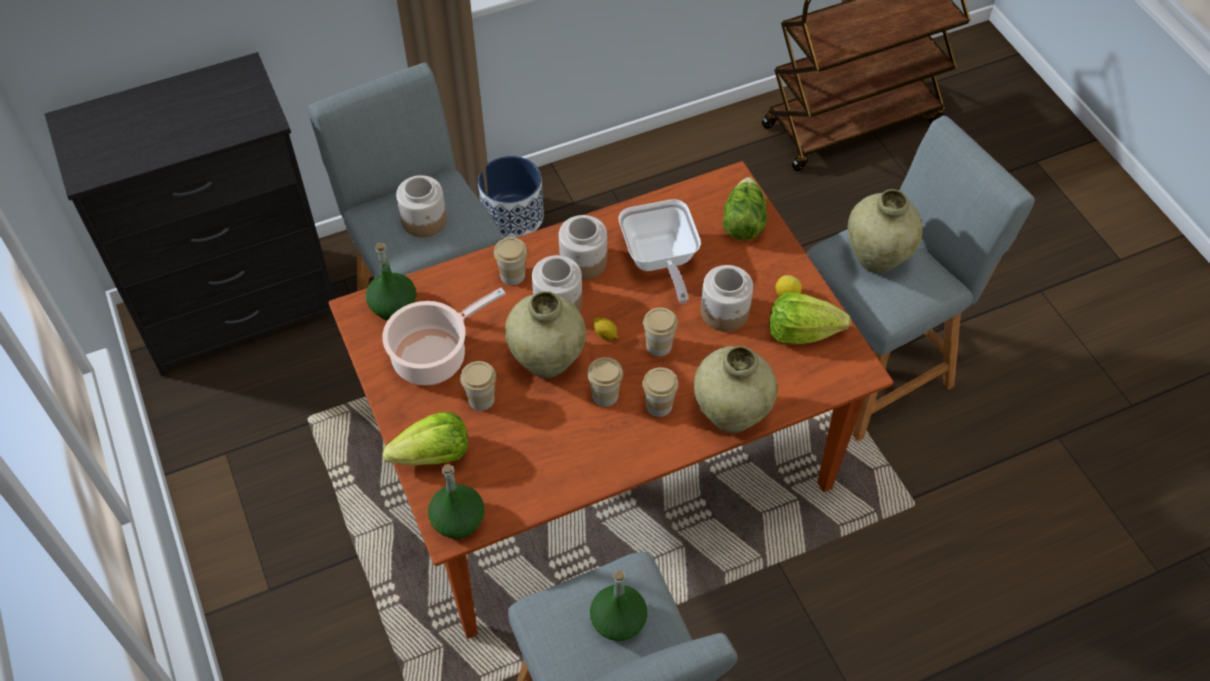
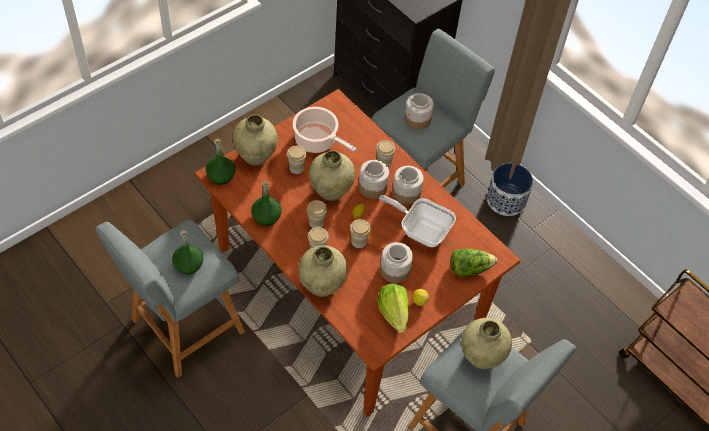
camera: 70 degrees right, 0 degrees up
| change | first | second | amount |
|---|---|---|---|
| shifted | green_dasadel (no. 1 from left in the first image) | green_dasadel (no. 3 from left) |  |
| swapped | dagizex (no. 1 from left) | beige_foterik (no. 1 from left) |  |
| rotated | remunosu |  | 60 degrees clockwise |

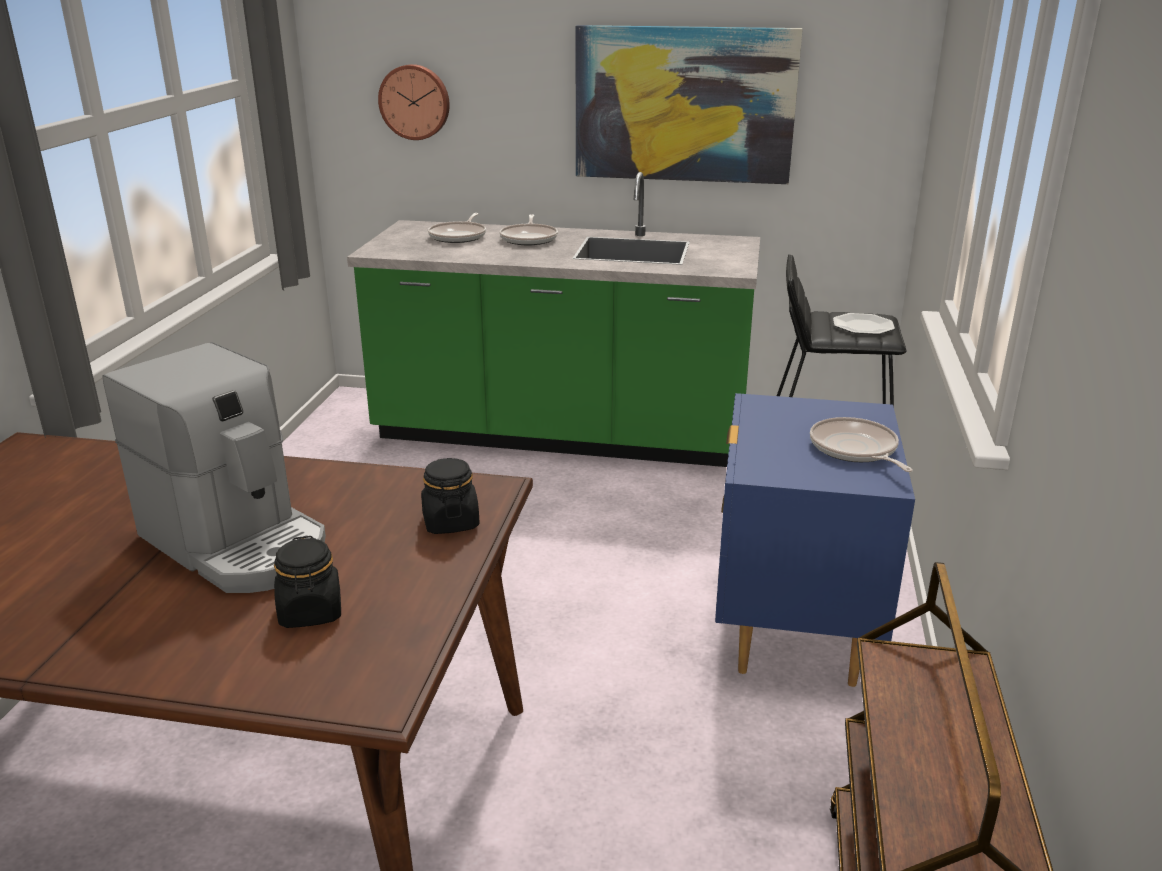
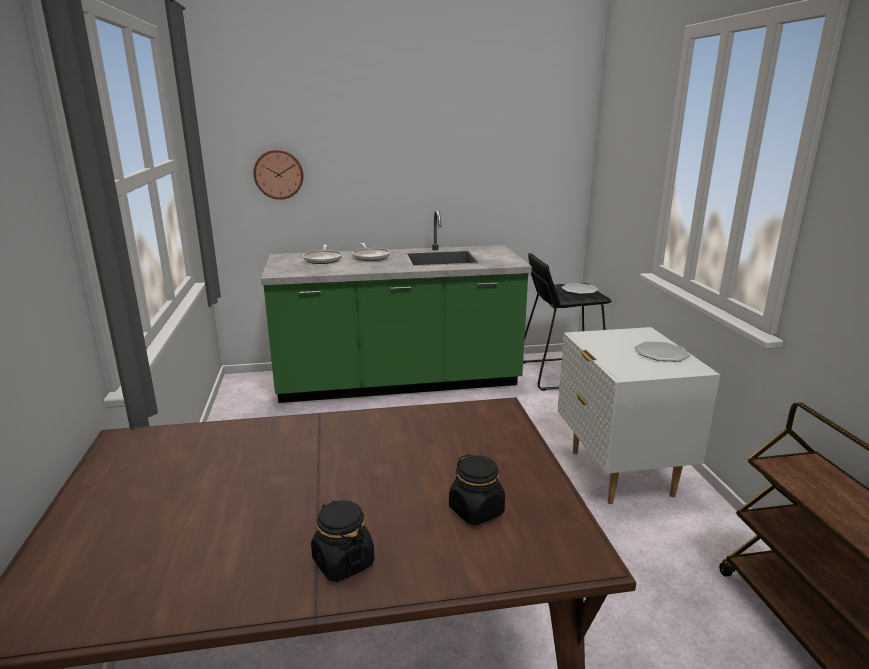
camera: 20 degrees left, 5 degrees down
| change | first | second | amount |
|---|---|---|---|
| gone | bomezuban |  |  |
| gone | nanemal |  |  |
| shifted | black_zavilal (no. 2 from left in the first image) | black_zavilal (no. 1 from left) |  |
| swapped | remunosu (no. 3 from left) | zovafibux (no. 2 from left) |  |
| repainted | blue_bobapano | white_bobapano |  |

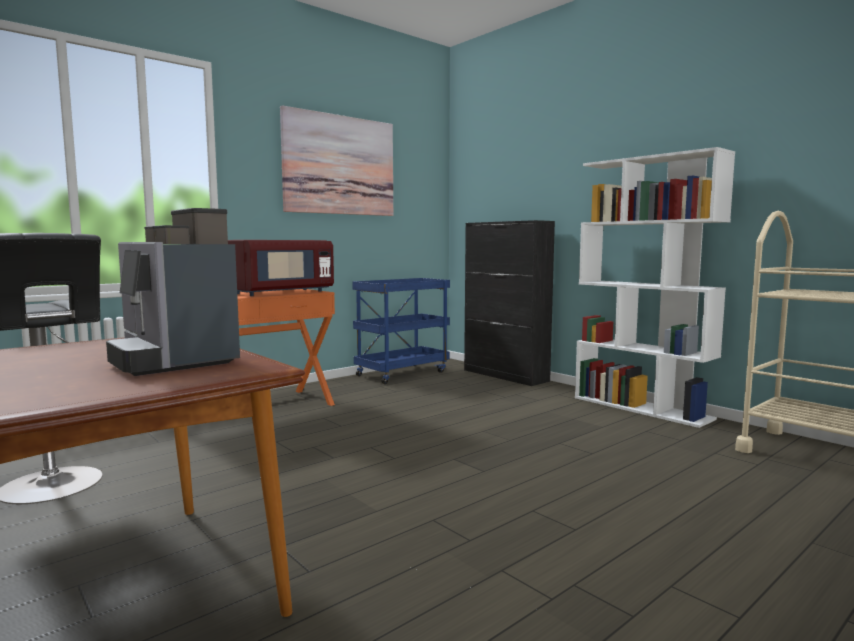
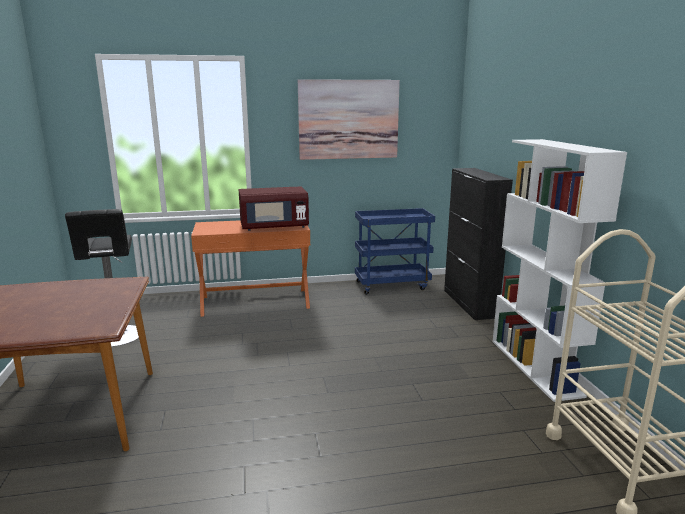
camera: 30 degrees right, 10 degrees up
| change | first | second | amount |
|---|---|---|---|
| gone | bomezuban |  |  |

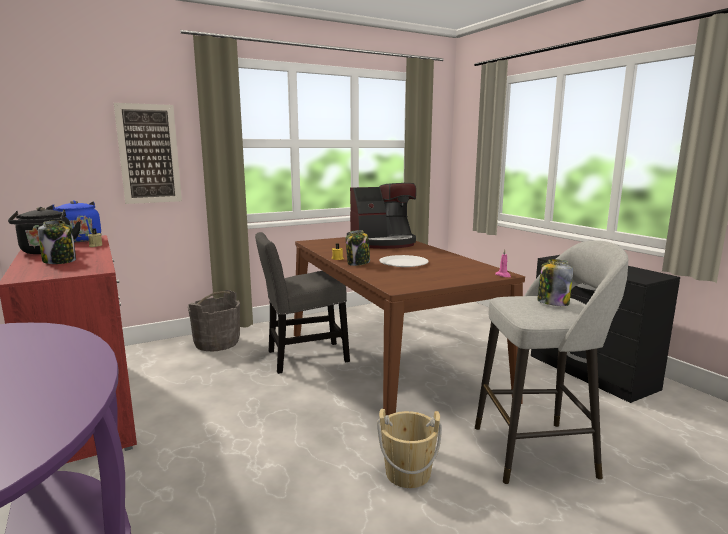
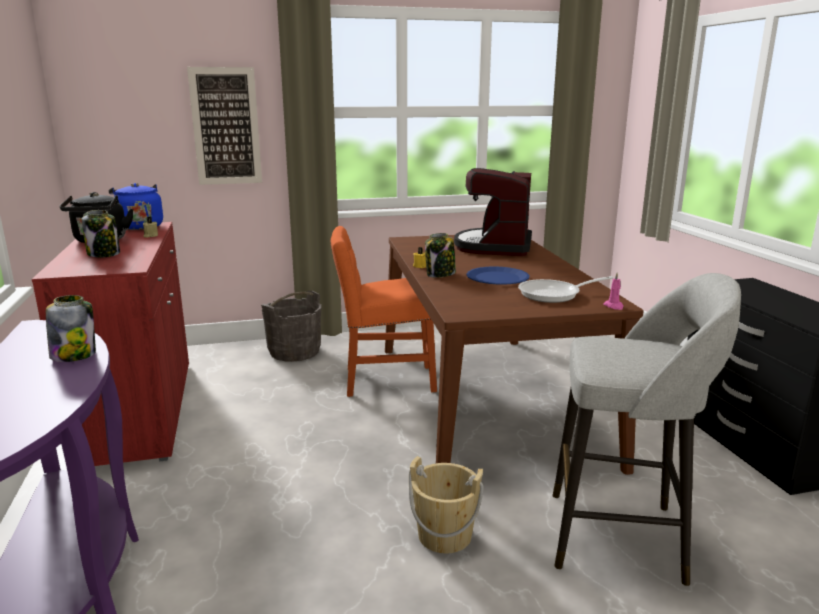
camera: 15 degrees right, 5 degrees up
| change | first | second | amount |
|---|---|---|---|
| new |  | remunosu |  |
| shifted | zavilal (no. 3 from left in the first image) | zavilal (no. 1 from left) |  |
| repainted | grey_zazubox | orange_zazubox |  |
| repainted | white_zovafibux | blue_zovafibux |  |
| rotated | bomezuban |  | 105 degrees clockwise |

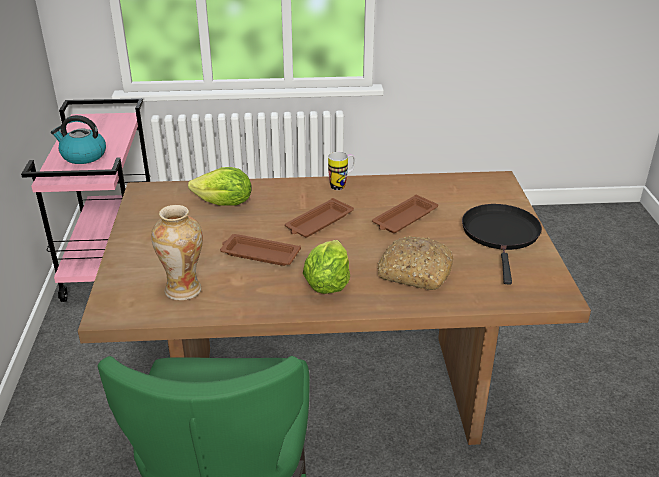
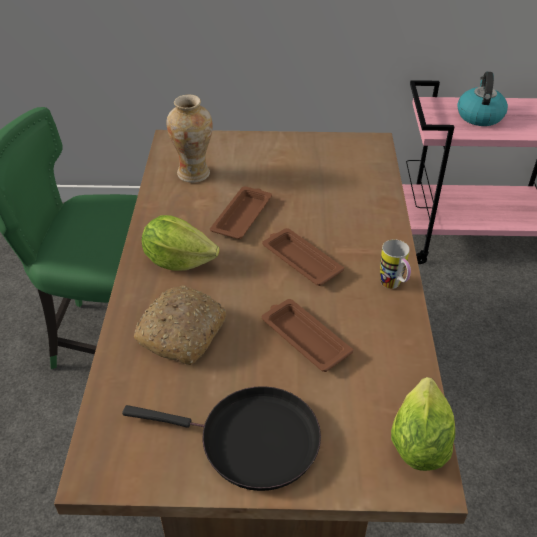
camera: 95 degrees right, 10 degrees up
| change | first | second | amount |
|---|---|---|---|
| shifted | dagizex (no. 1 from left in the first image) | dagizex (no. 2 from left) |  |

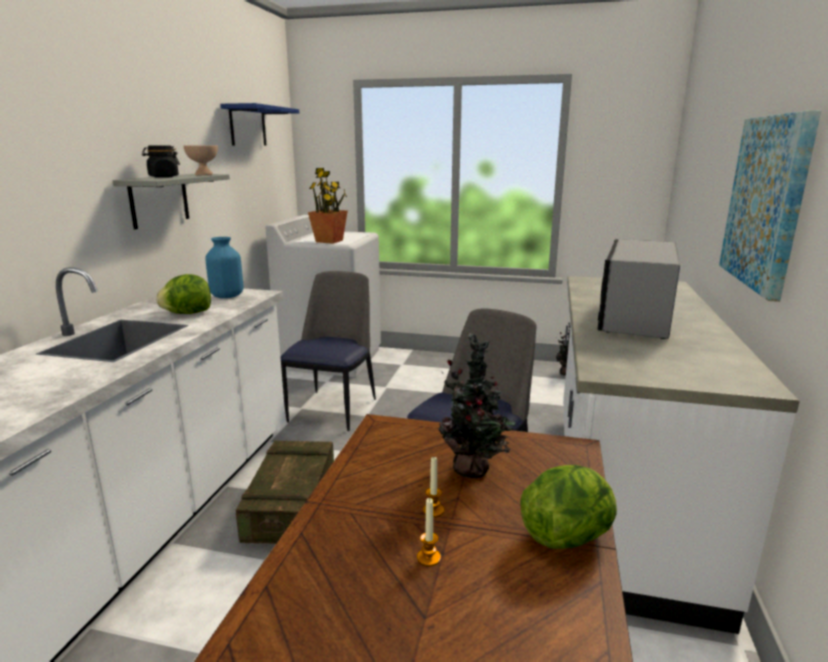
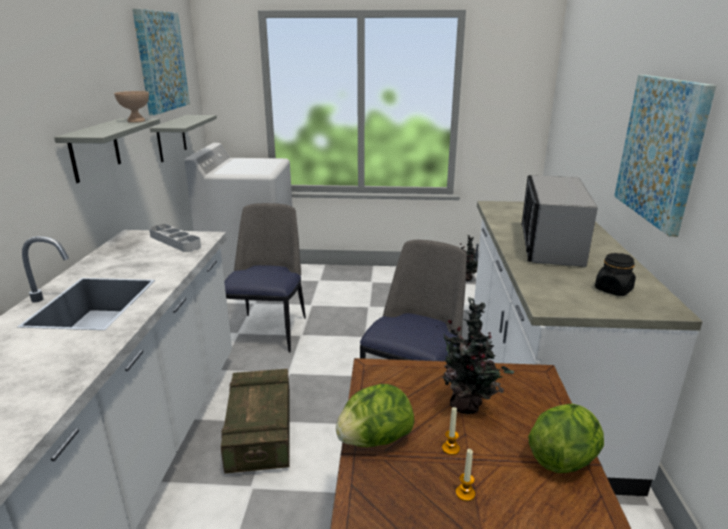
camera: 10 degrees left, 5 degrees up
| change | first | second | amount |
|---|---|---|---|
| gone | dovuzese (no. 1 from left) |  |  |
| new |  | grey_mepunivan (no. 2 from left) |  |
| shifted | black_zavilal |  |  |
| shifted | dagizex (no. 1 from left) |  |  |
| swapped | blue_foterik | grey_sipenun |  |
| swapped | blue_mepunivan | nanemal (no. 1 from left) |  |

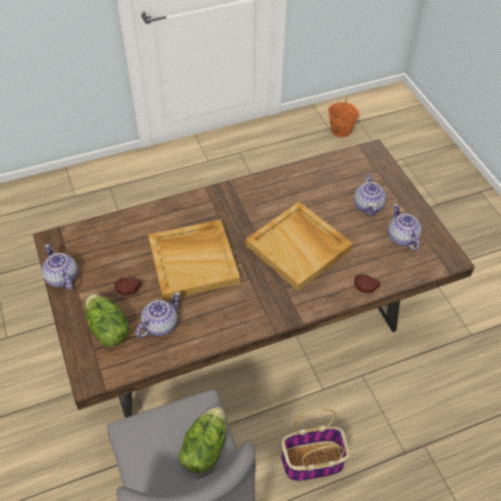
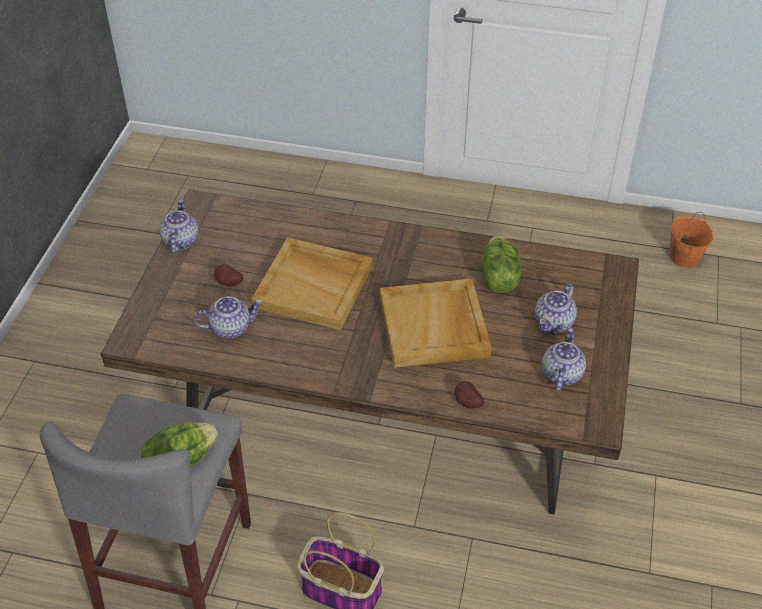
camera: 35 degrees right, 5 degrees down
| change | first | second | amount |
|---|---|---|---|
| shifted | dagizex (no. 1 from left in the first image) | dagizex (no. 2 from left) |  |

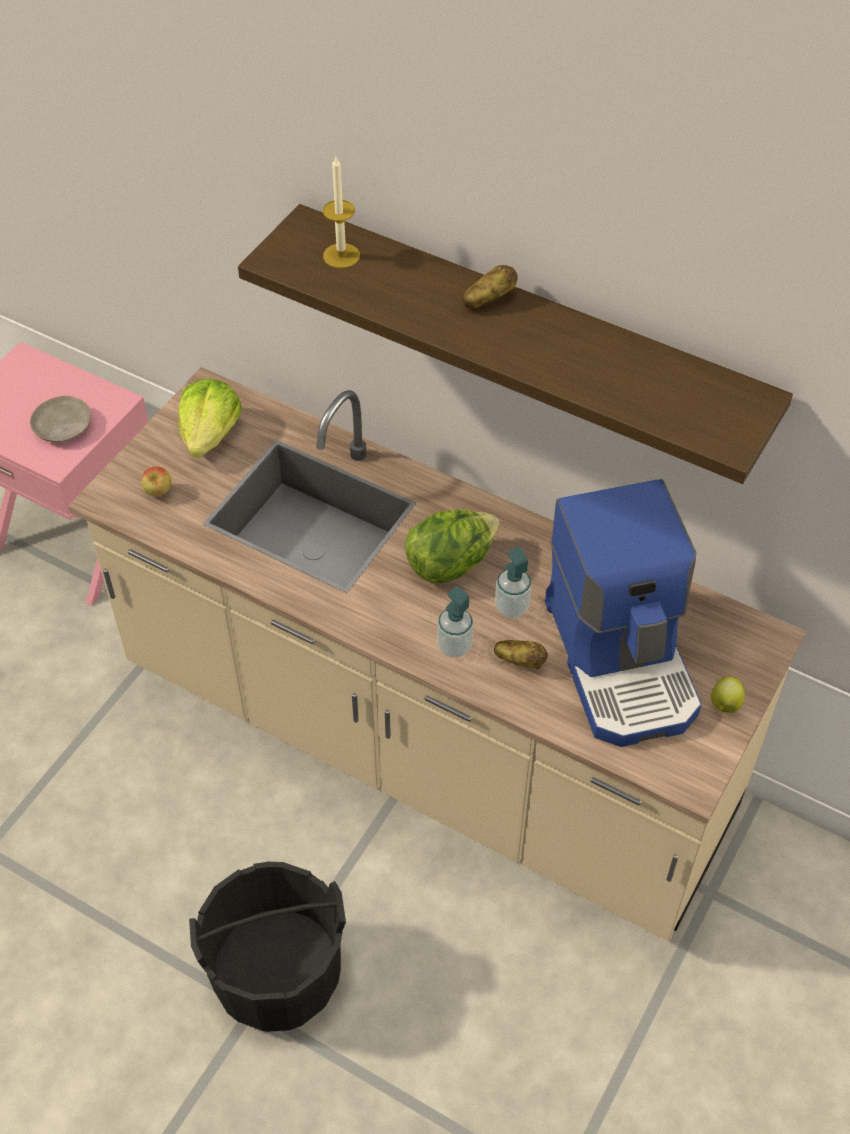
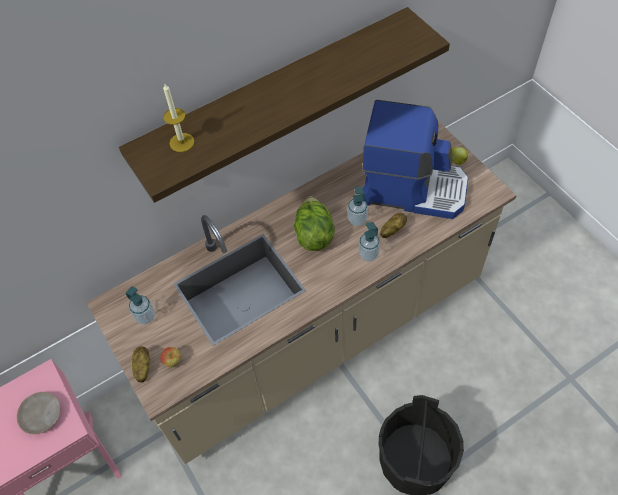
camera: 60 degrees left, 5 degrees up
| change | first | second | amount |
|---|---|---|---|
| shifted | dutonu (no. 1 from left) |  |  |
| swapped | dagizex (no. 1 from left) | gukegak (no. 1 from left) |  |

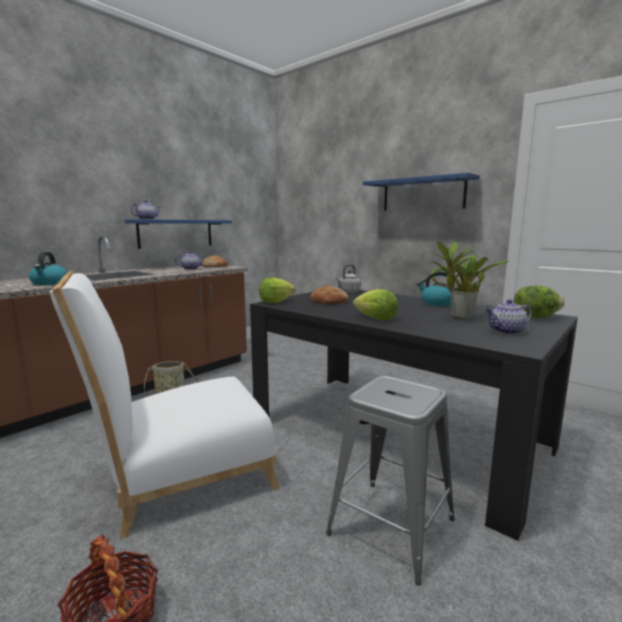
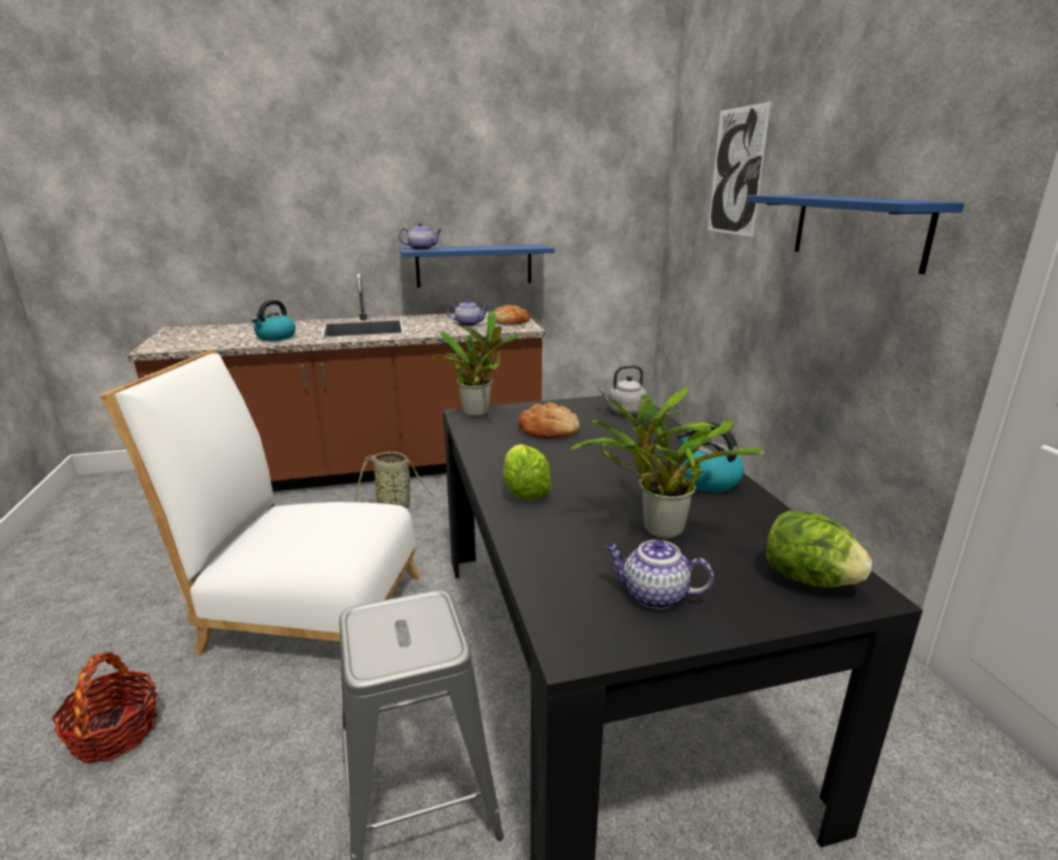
camera: 35 degrees right, 10 degrees up
| change | first | second | amount |
|---|---|---|---|
| new |  | nanemal |  |
| swapped | dagizex (no. 1 from left) | dovuzese (no. 1 from left) |  |

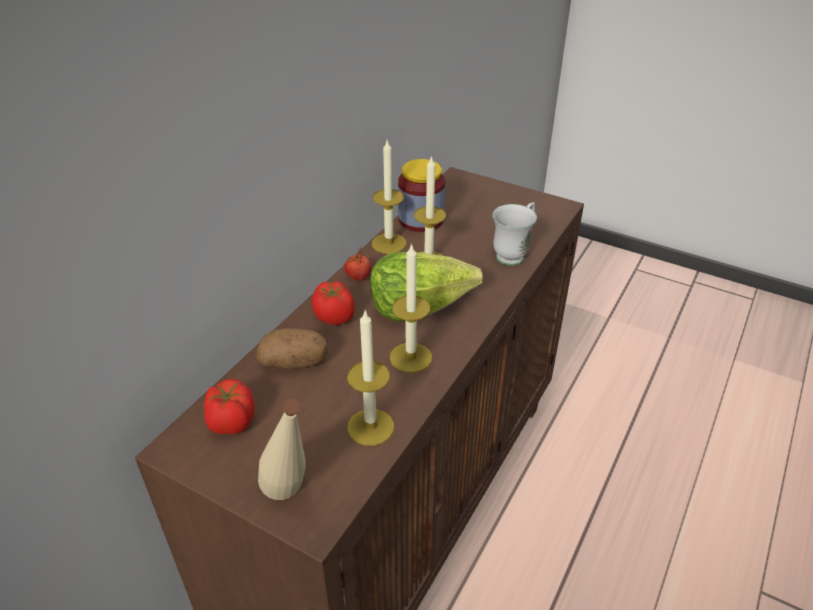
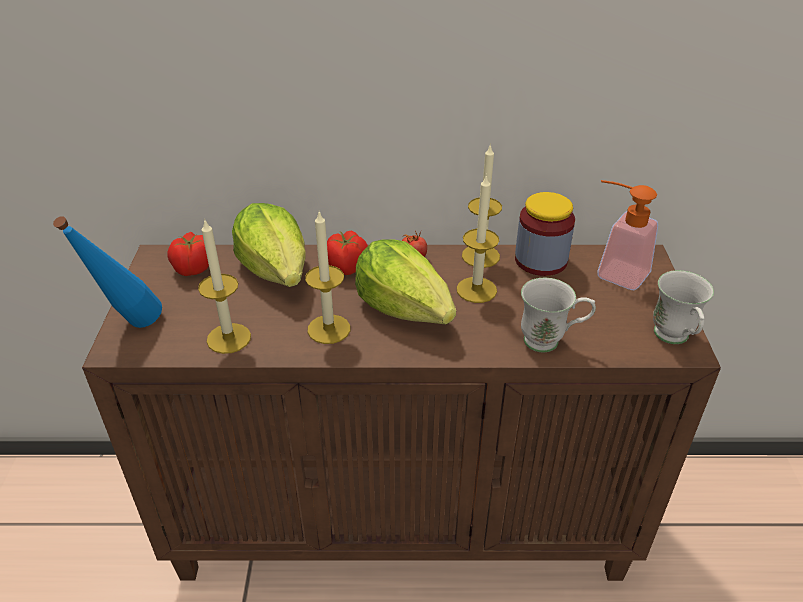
camera: 60 degrees right, 0 degrees up
| change | first | second | amount |
|---|---|---|---|
| new |  | gukegak |  |
| new |  | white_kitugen (no. 2 from left) |  |
| swapped | dutonu | dagizex (no. 1 from left) |  |
| repainted | beige_dasadel | blue_dasadel |  |

